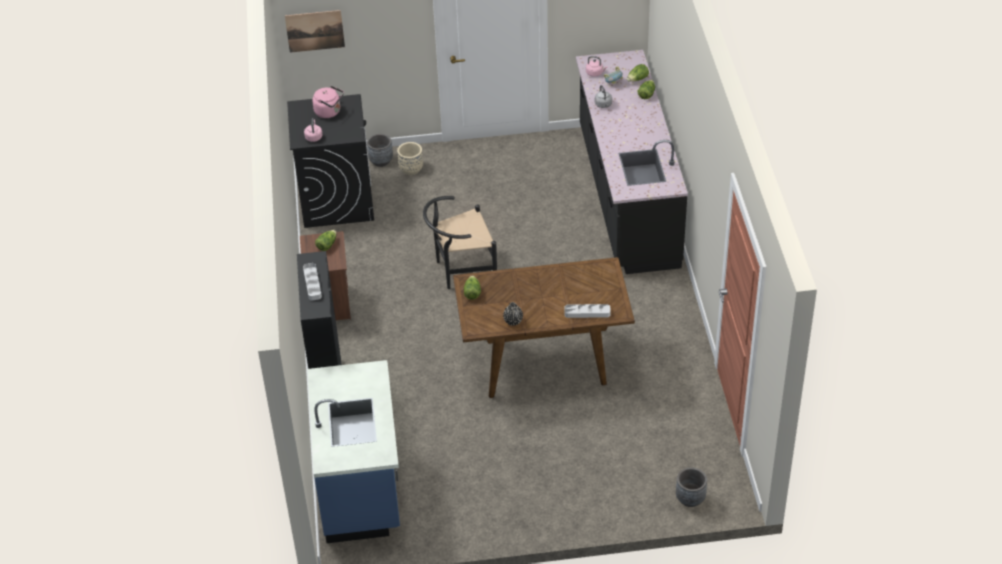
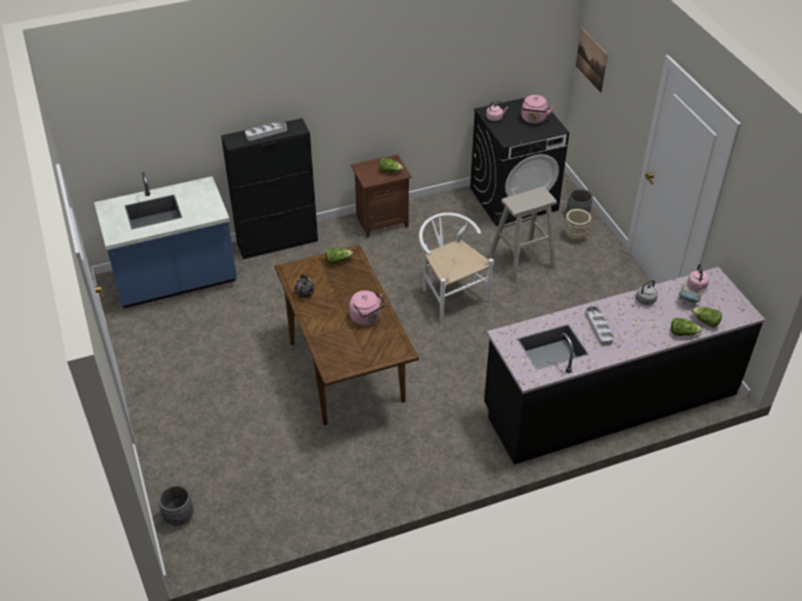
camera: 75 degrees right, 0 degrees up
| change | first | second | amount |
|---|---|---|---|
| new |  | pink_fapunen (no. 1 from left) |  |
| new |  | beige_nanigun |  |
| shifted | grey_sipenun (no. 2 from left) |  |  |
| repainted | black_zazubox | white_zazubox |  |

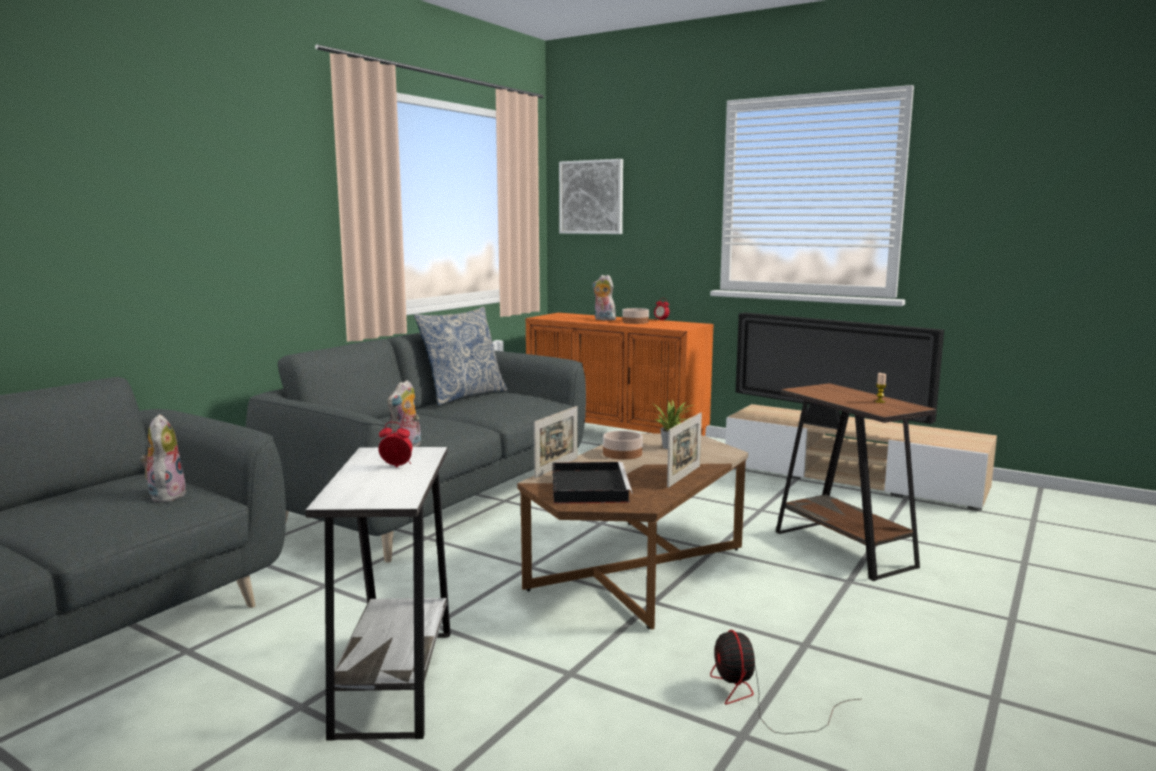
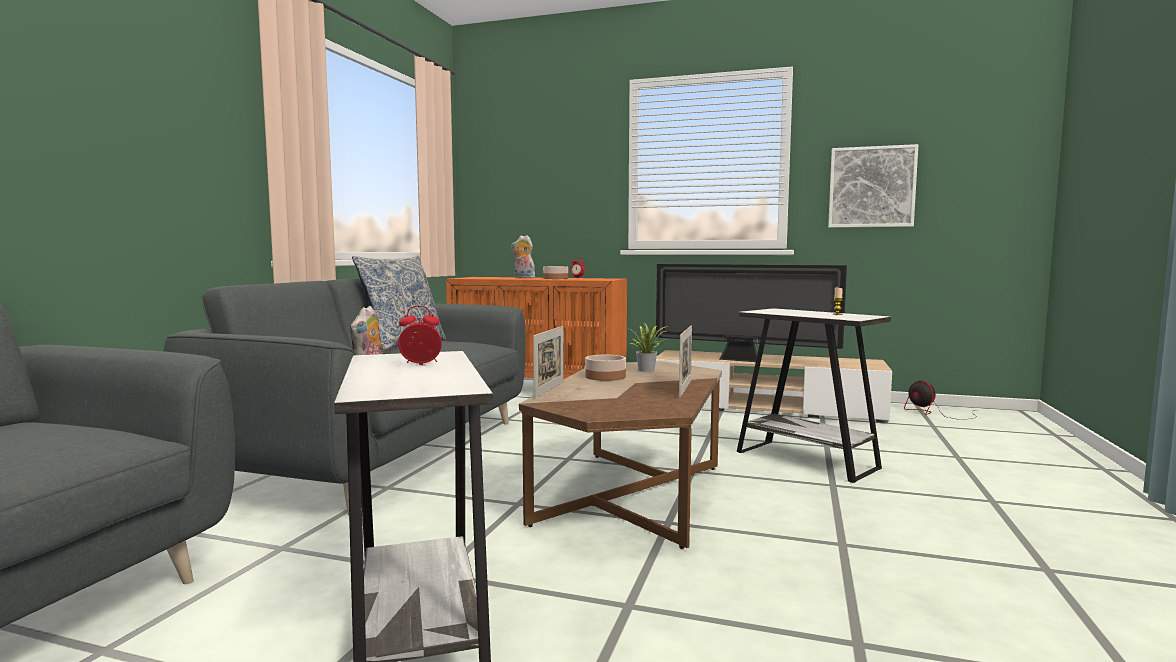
camera: 15 degrees left, 5 degrees down
| change | first | second | amount |
|---|---|---|---|
| gone | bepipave (no. 1 from left) |  |  |
| gone | black_sipenun |  |  |
| shifted | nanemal |  |  |
| shifted | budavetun |  |  |
| repainted | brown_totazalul | white_totazalul (no. 2 from left) |  |

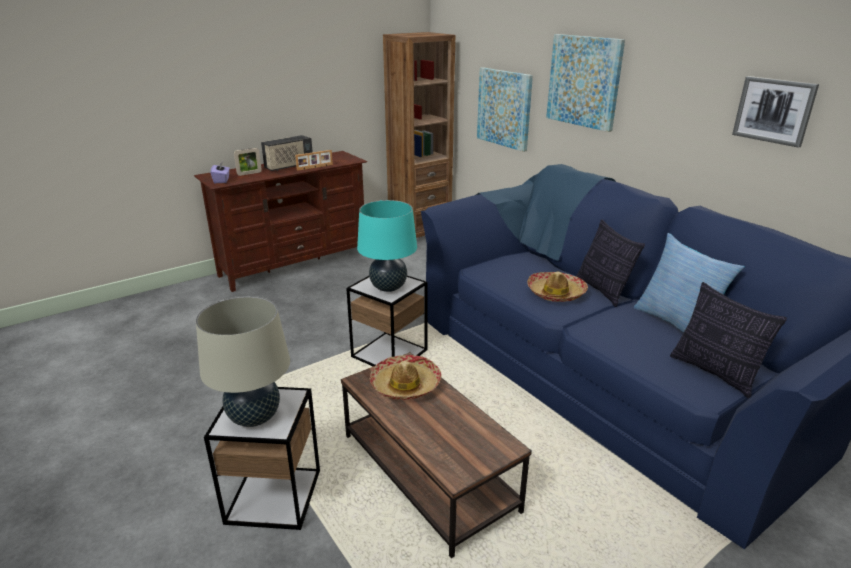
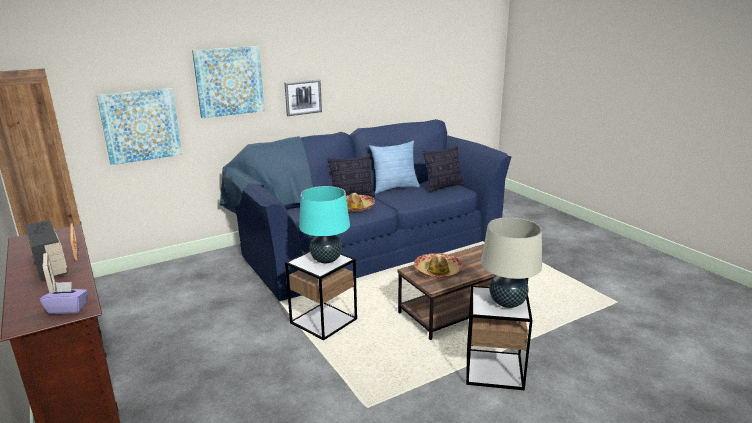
camera: 85 degrees left, 5 degrees down
| change | first | second | amount |
|---|---|---|---|
| shifted | nanemal (no. 3 from left) |  |  |

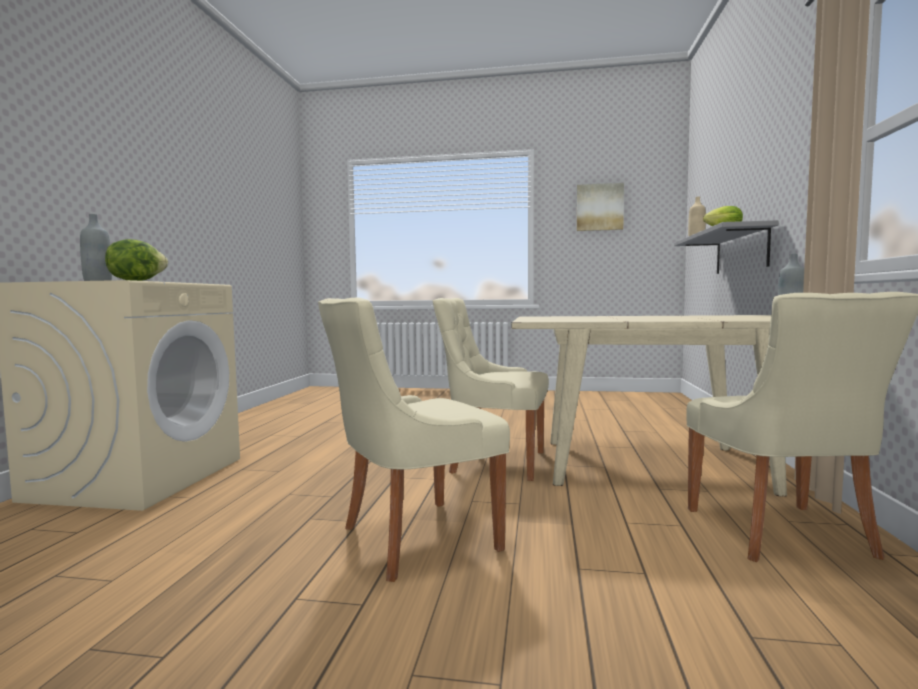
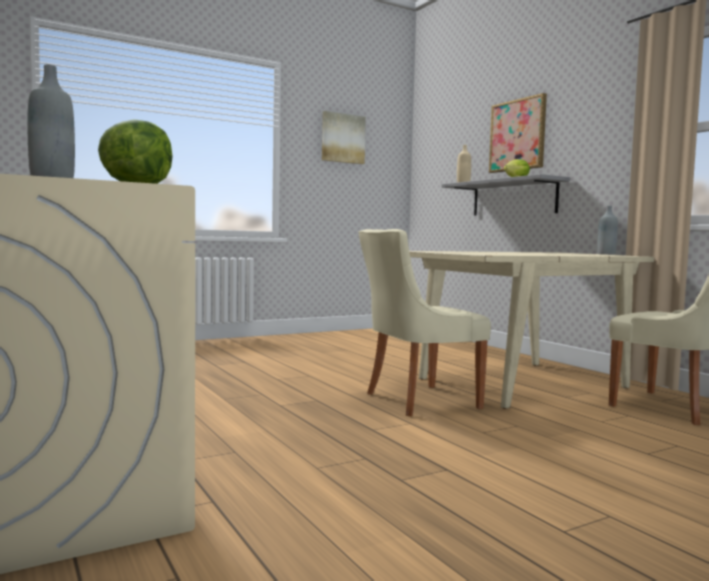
camera: 40 degrees left, 0 degrees up
| change | first | second | amount |
|---|---|---|---|
| gone | beige_zazubox (no. 1 from left) |  |  |
| new |  | nanemal (no. 2 from left) |  |

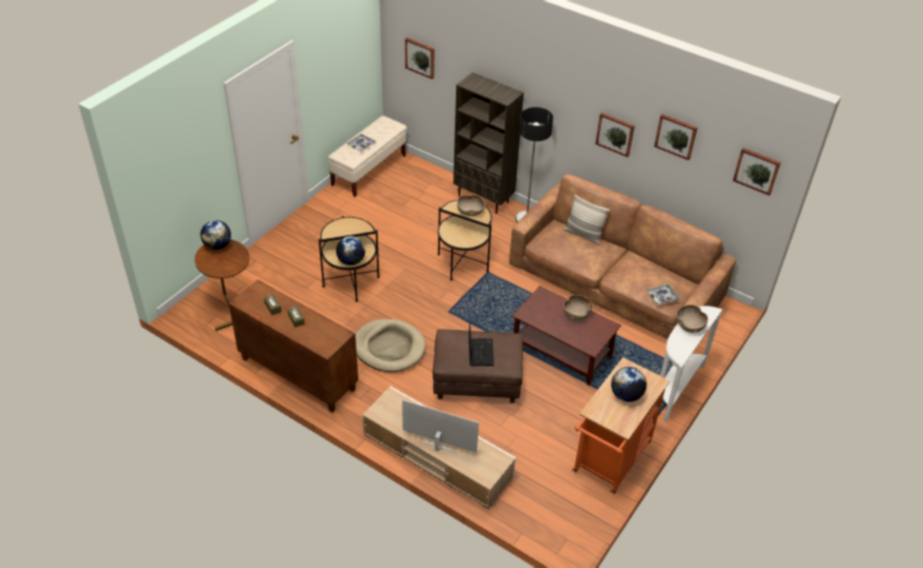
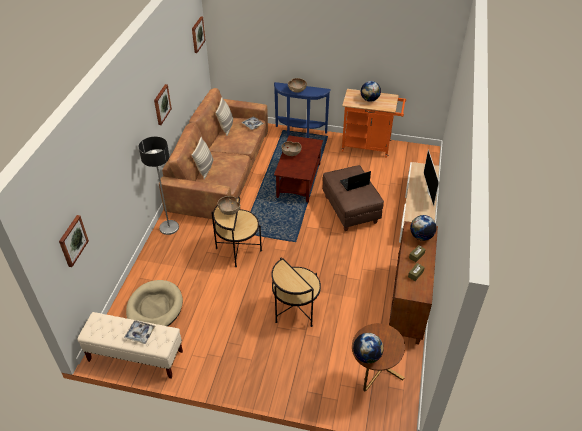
camera: 110 degrees left, 0 degrees up
| change | first | second | amount |
|---|---|---|---|
| gone | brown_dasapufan |  |  |
| gone | nanemal (no. 3 from left) |  |  |
| new |  | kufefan (no. 2 from left) |  |
| shifted | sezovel (no. 2 from left in the first image) | sezovel (no. 3 from left) |  |
| shifted | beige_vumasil |  |  |
| repainted | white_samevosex | blue_samevosex |  |

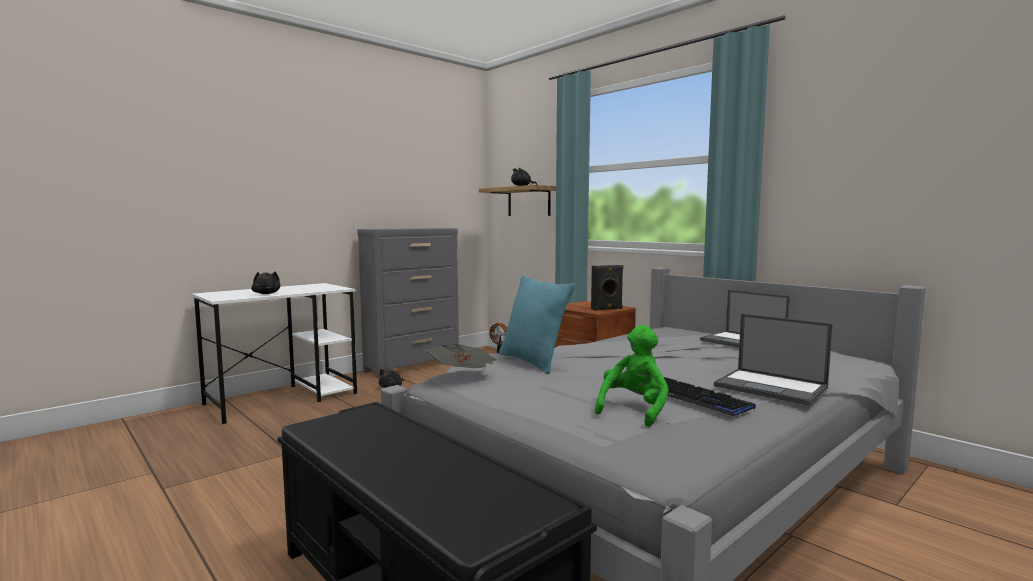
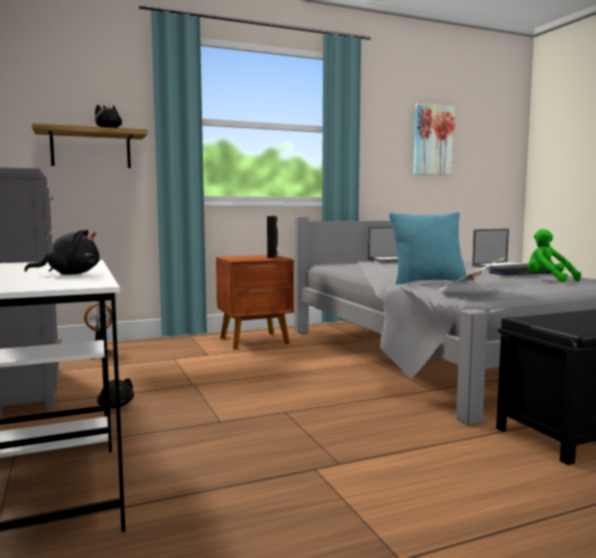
camera: 70 degrees left, 0 degrees up
| change | first | second | amount |
|---|---|---|---|
| new |  | nanemal |  |

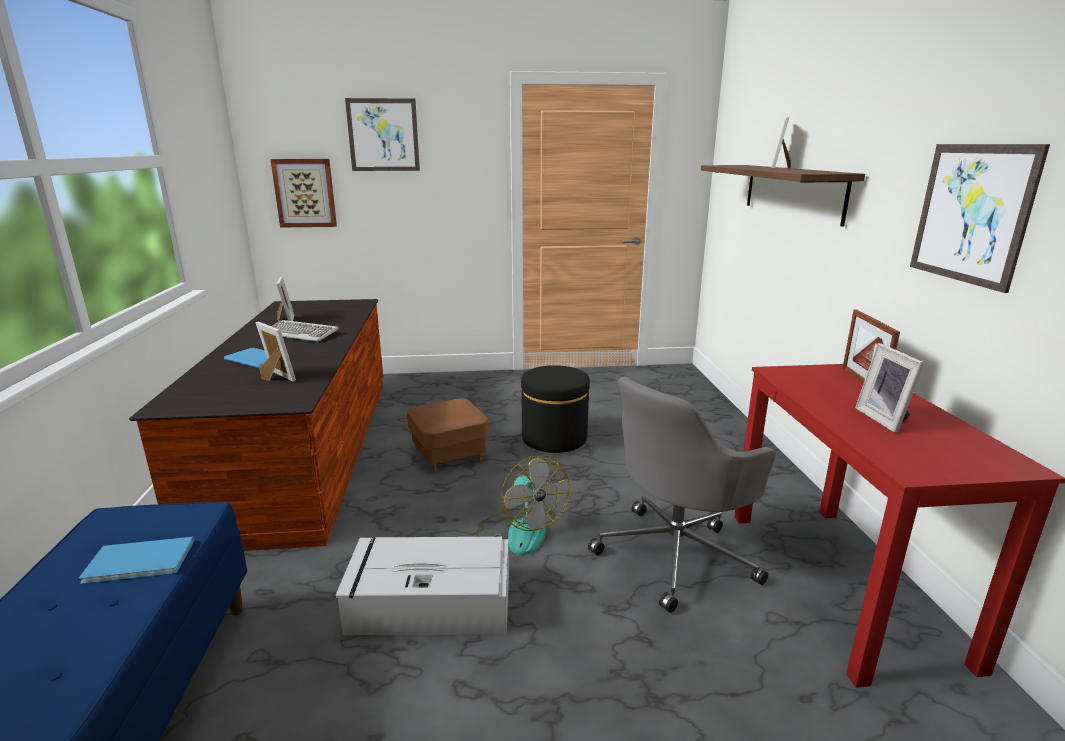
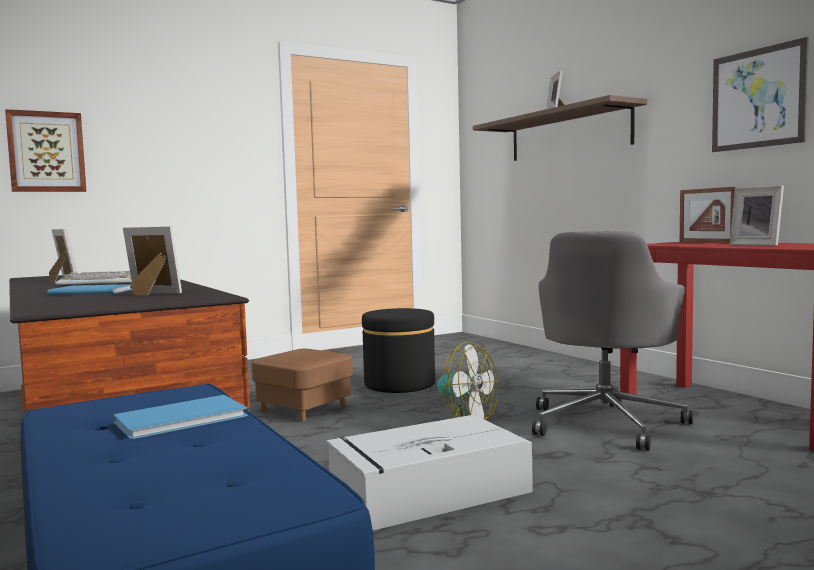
camera: 25 degrees left, 15 degrees down
| change | first | second | amount |
|---|---|---|---|
| gone | nanemal (no. 2 from left) |  |  |

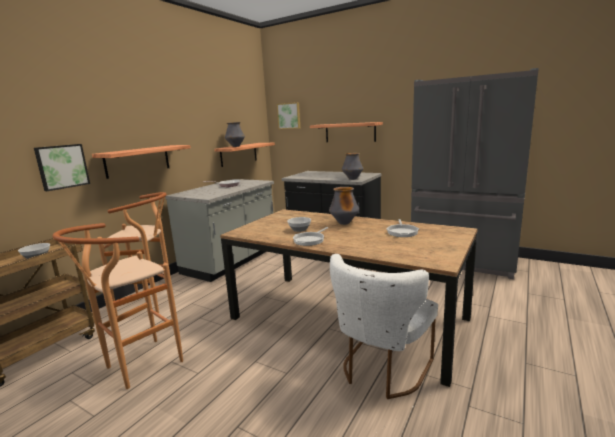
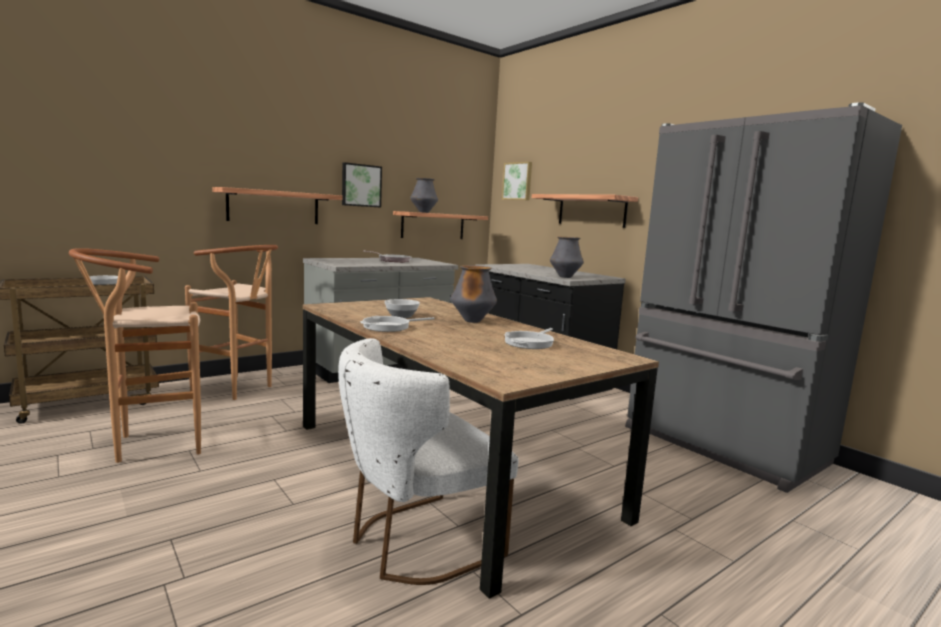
camera: 20 degrees right, 5 degrees down
| change | first | second | amount |
|---|---|---|---|
| shifted | nanemal (no. 1 from left) |  |  |

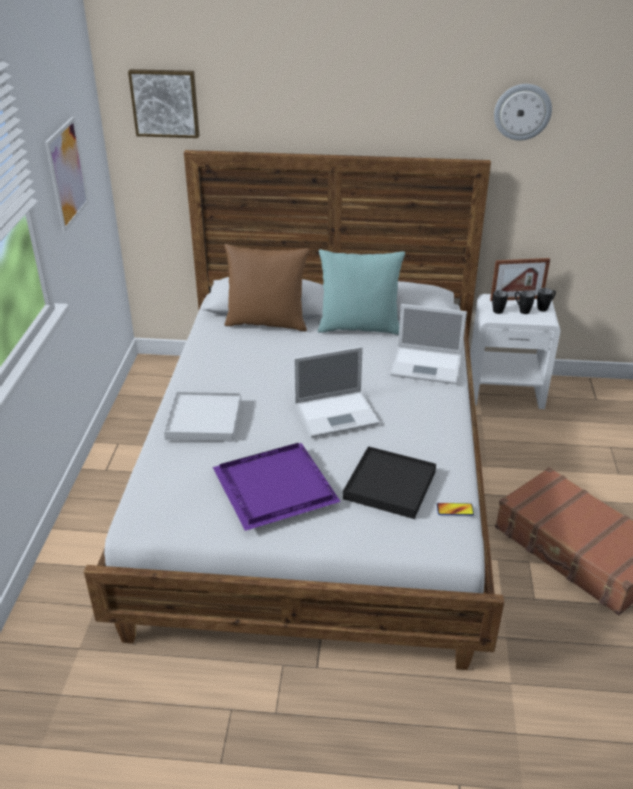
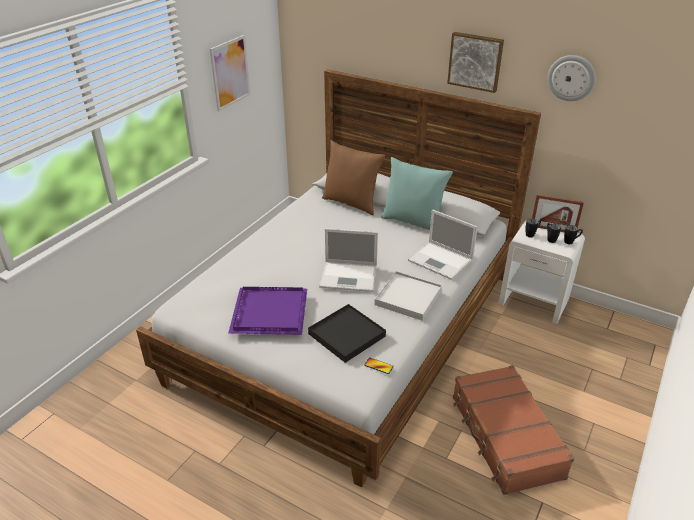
camera: 25 degrees right, 0 degrees up
| change | first | second | amount |
|---|---|---|---|
| shifted | nanemal (no. 2 from left) |  |  |
| shifted | white_sipenun |  |  |

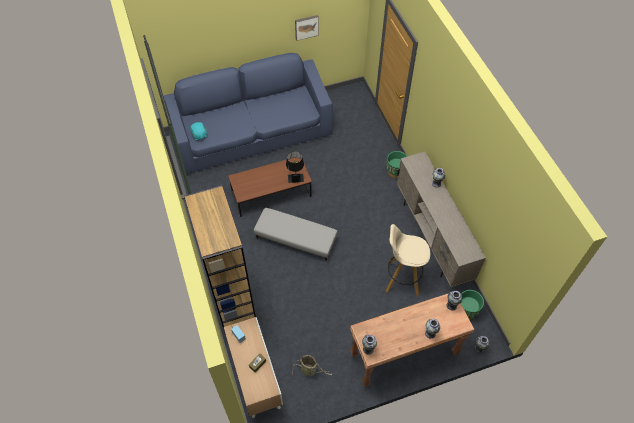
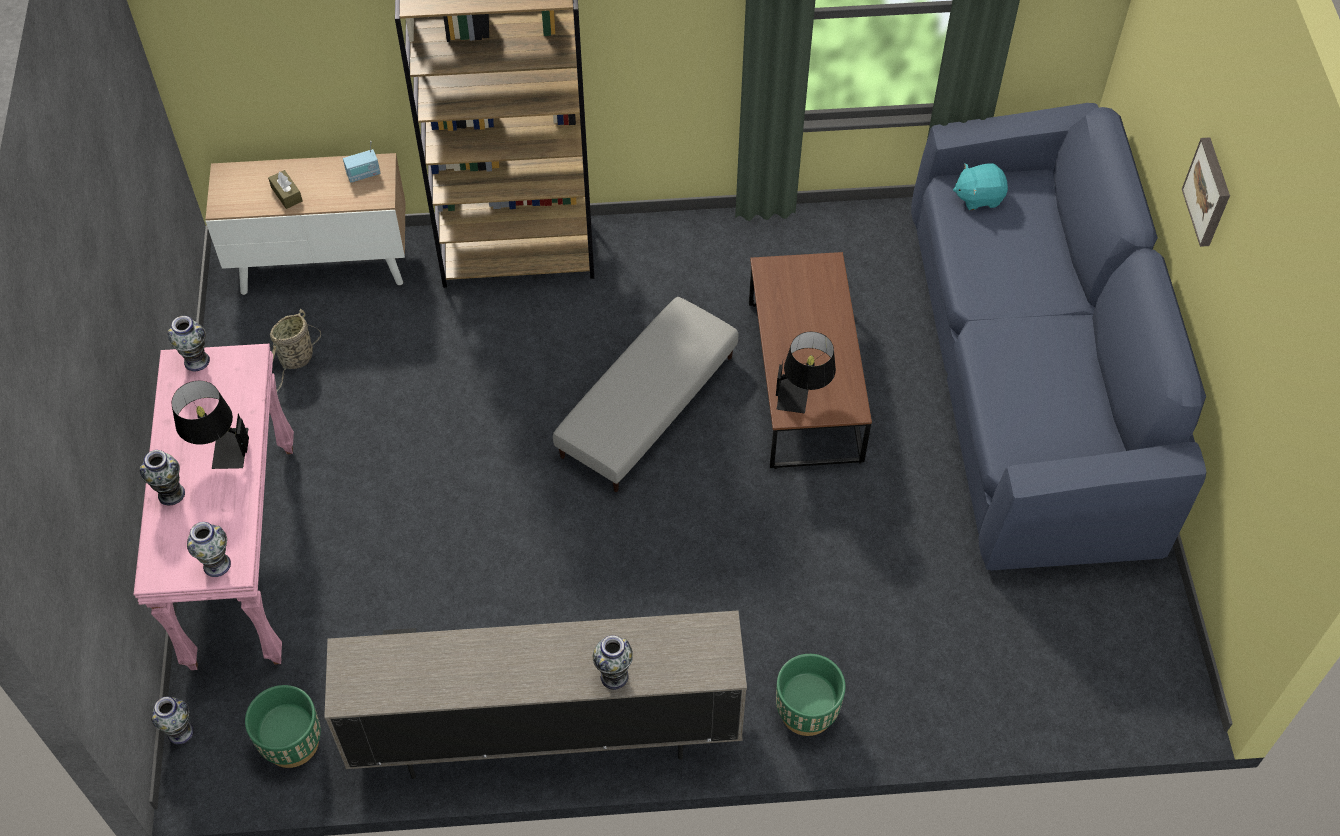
camera: 105 degrees right, 0 degrees up
| change | first | second | amount |
|---|---|---|---|
| gone | beige_nanigun |  |  |
| new |  | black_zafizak (no. 1 from left) |  |
| shifted | nanemal |  |  |
| repainted | brown_samevosex | pink_samevosex |  |

